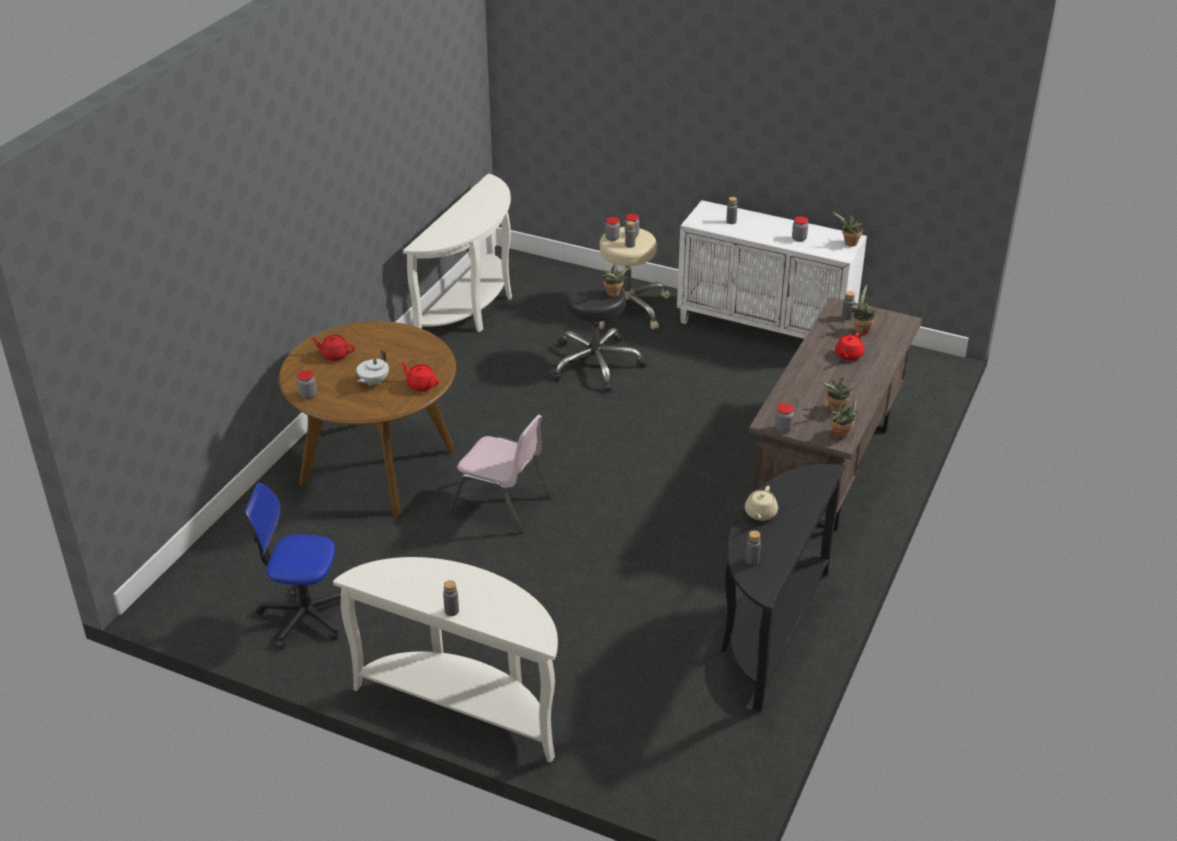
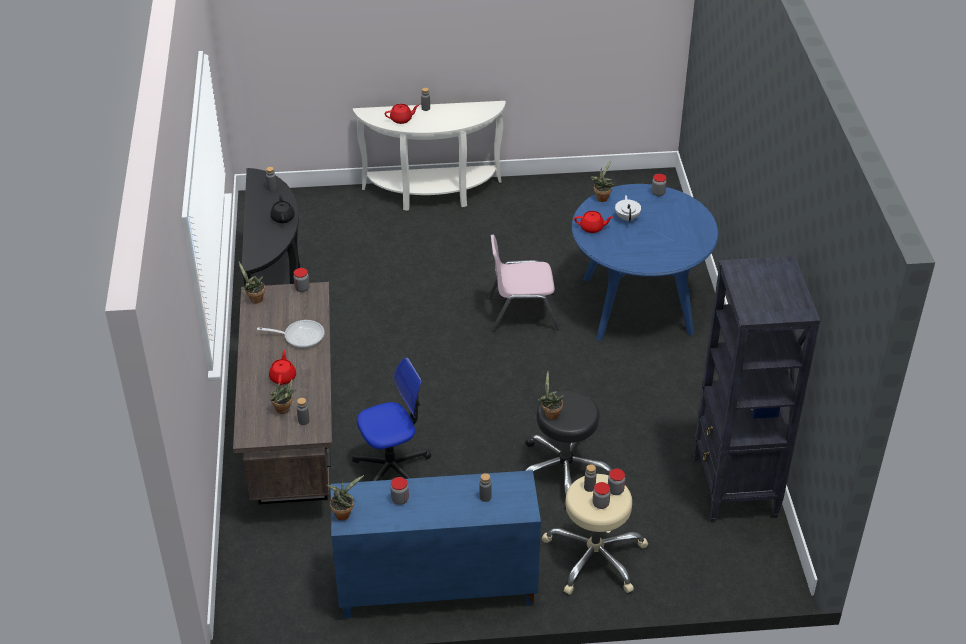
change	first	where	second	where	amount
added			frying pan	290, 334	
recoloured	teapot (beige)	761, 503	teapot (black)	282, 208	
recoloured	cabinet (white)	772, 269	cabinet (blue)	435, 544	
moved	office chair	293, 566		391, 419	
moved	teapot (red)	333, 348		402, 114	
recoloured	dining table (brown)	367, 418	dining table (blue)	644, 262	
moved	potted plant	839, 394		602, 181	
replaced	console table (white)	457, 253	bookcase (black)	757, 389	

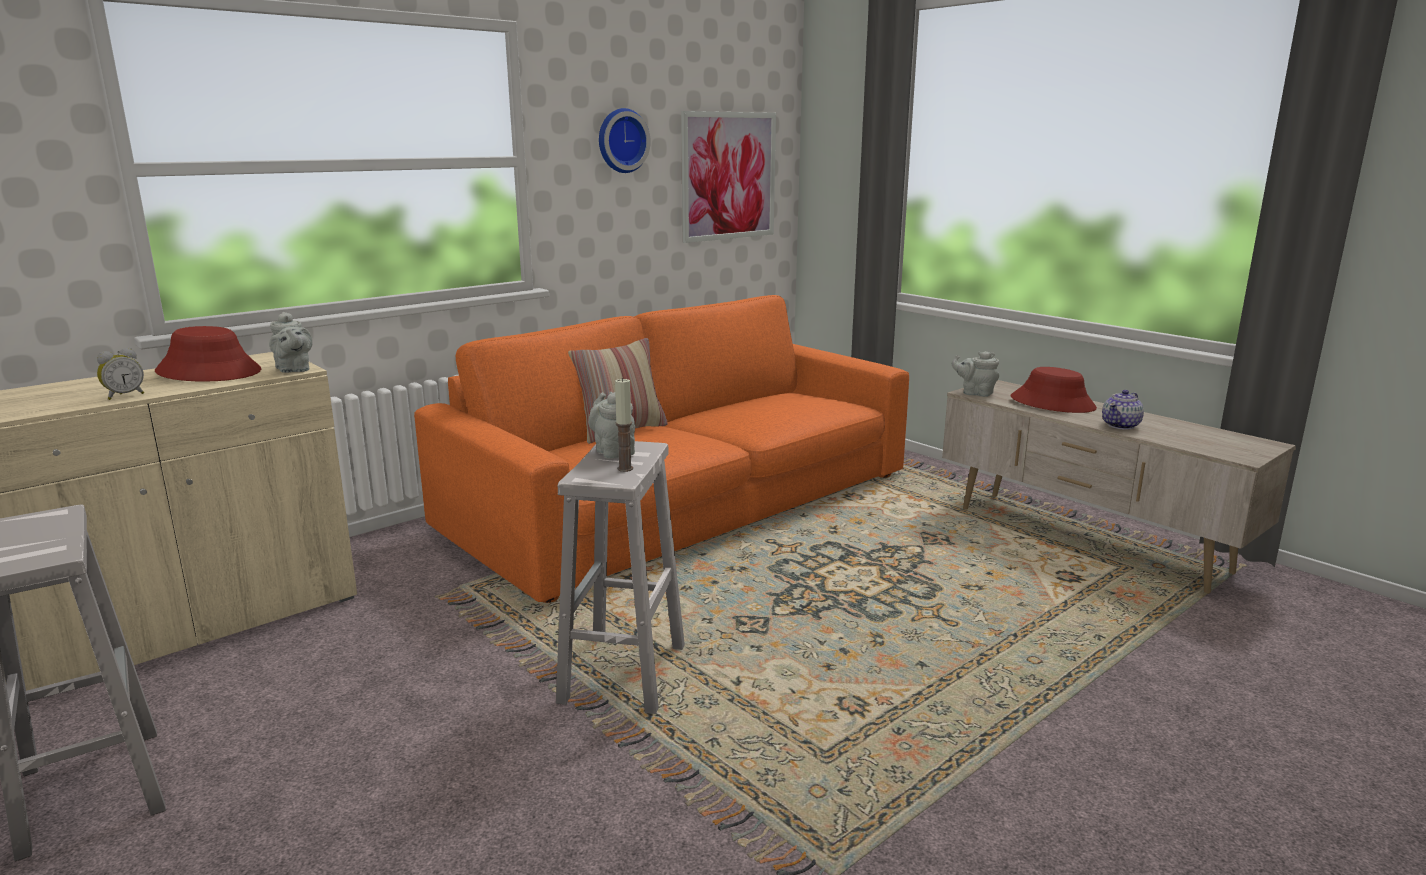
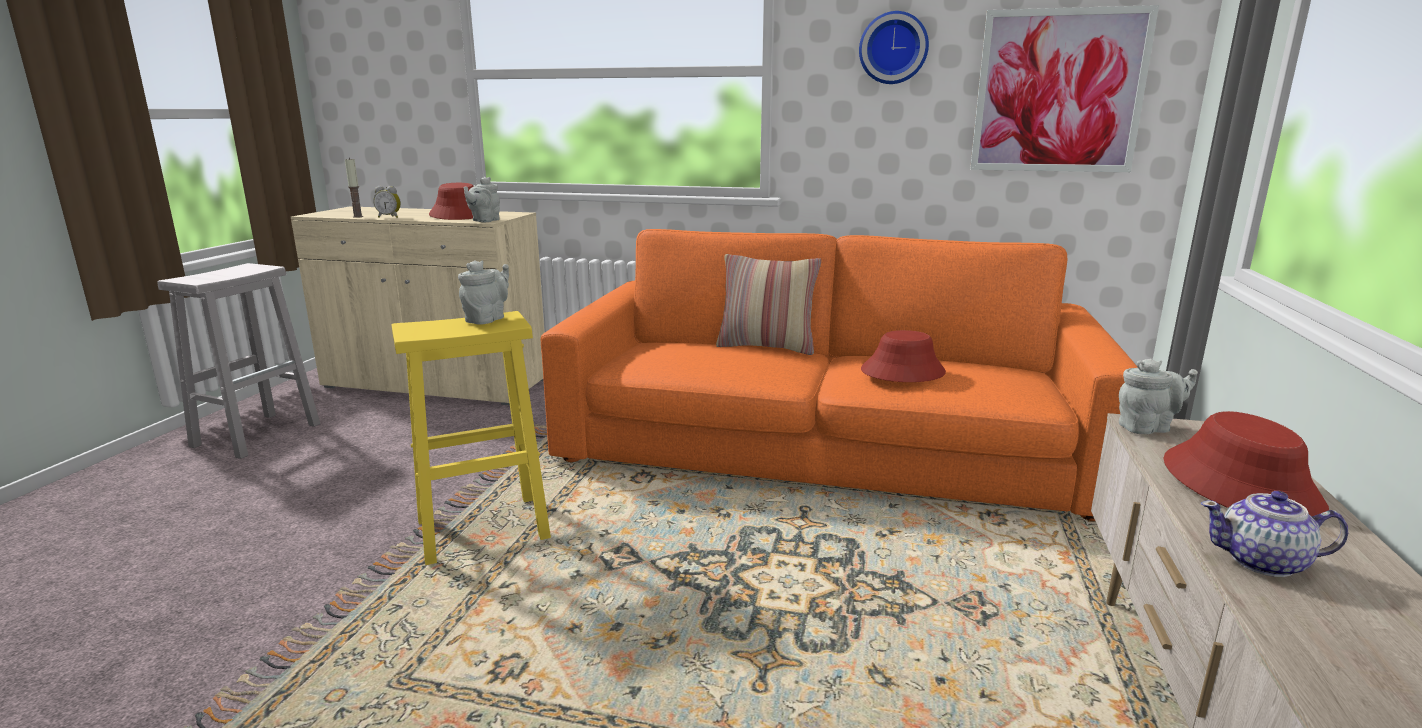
change	first	where	second	where	amount
moved	candle	624, 425		354, 187	
recoloured	stool (white)	620, 577	stool (yellow)	471, 438	
added			hat (red)	903, 356	
turned	teapot (grey)	975, 374		1158, 397	90 degrees clockwise

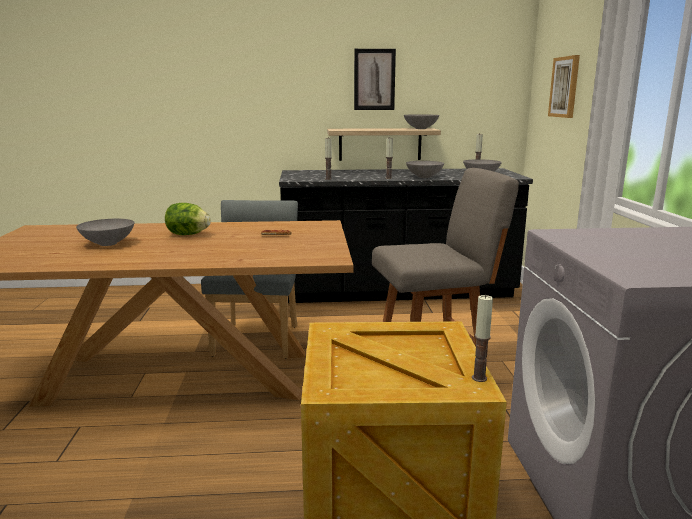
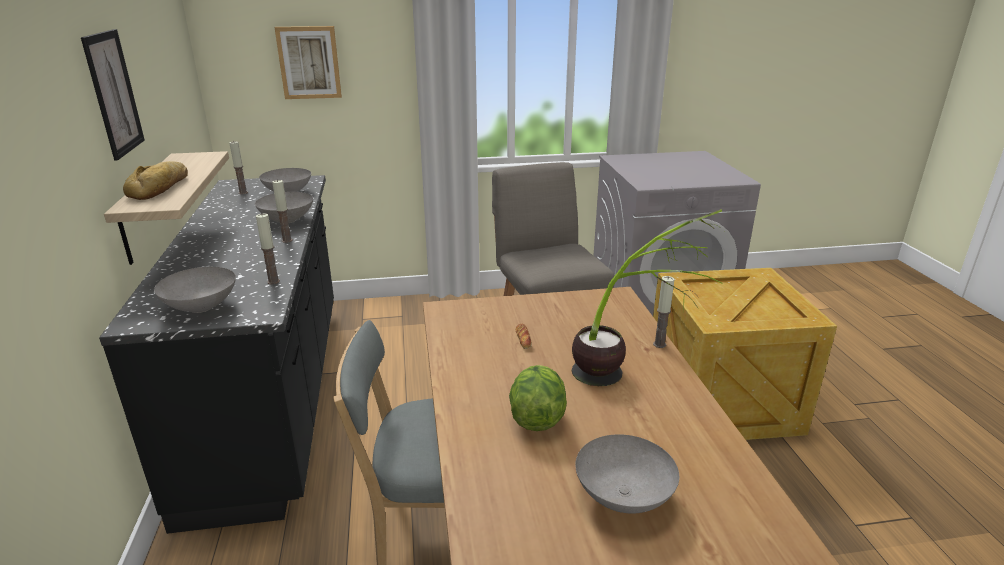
change	first	where	second	where	amount
added			bread	155, 180	
moved	bowl (grey)	421, 121		195, 290	
added			potted plant	648, 297	
moved	candle	482, 338		664, 312	

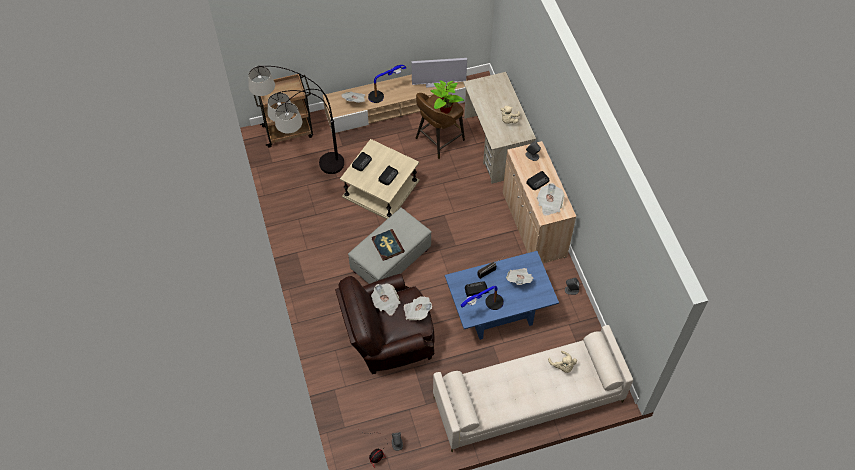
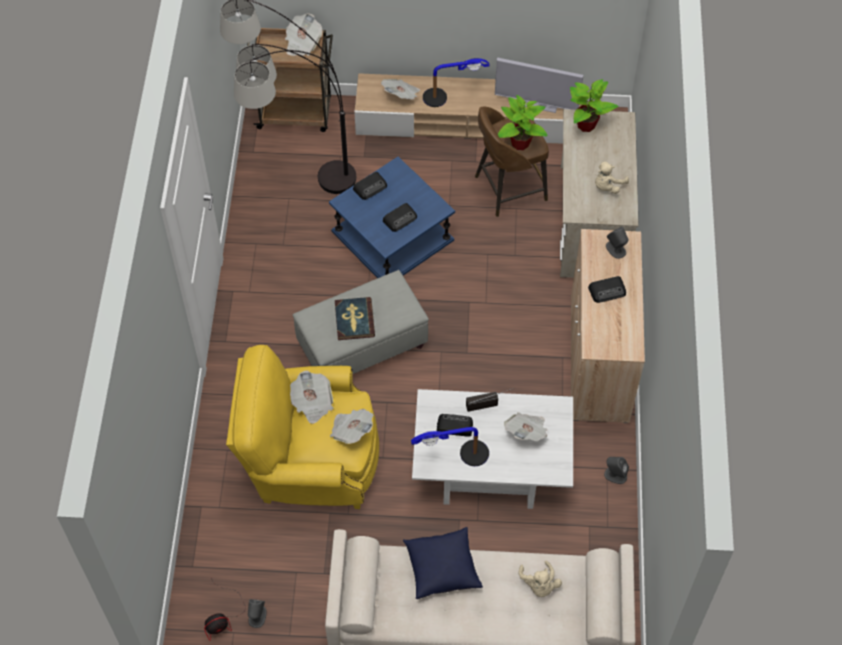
change	first	where	second	where	amount
recoloured	armchair (brown)	385, 324	armchair (yellow)	302, 427	
moved	newspaper	551, 199		304, 34	
recoloured	side table (beige)	379, 179	side table (blue)	392, 217	
added			pillow (blue)	443, 563	
recoloured	coffee table (blue)	502, 295	coffee table (white)	492, 449	
added			potted plant	594, 105	

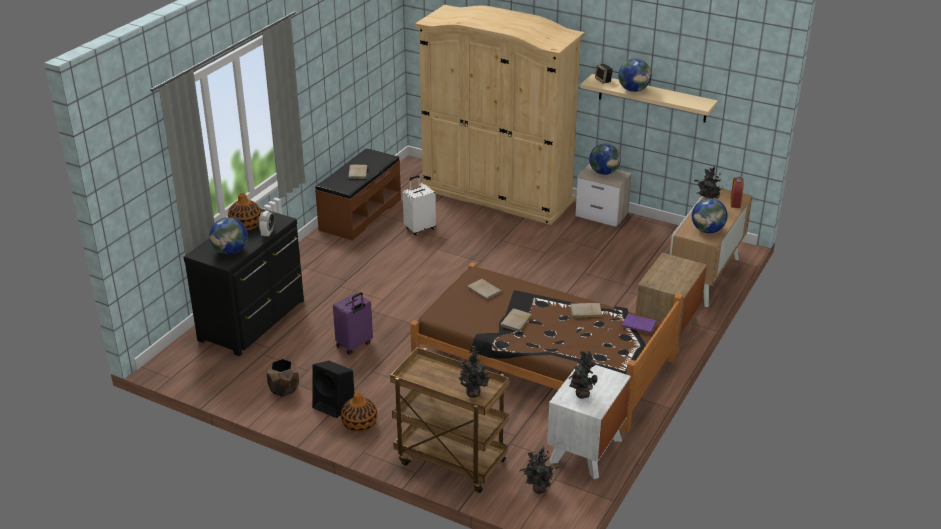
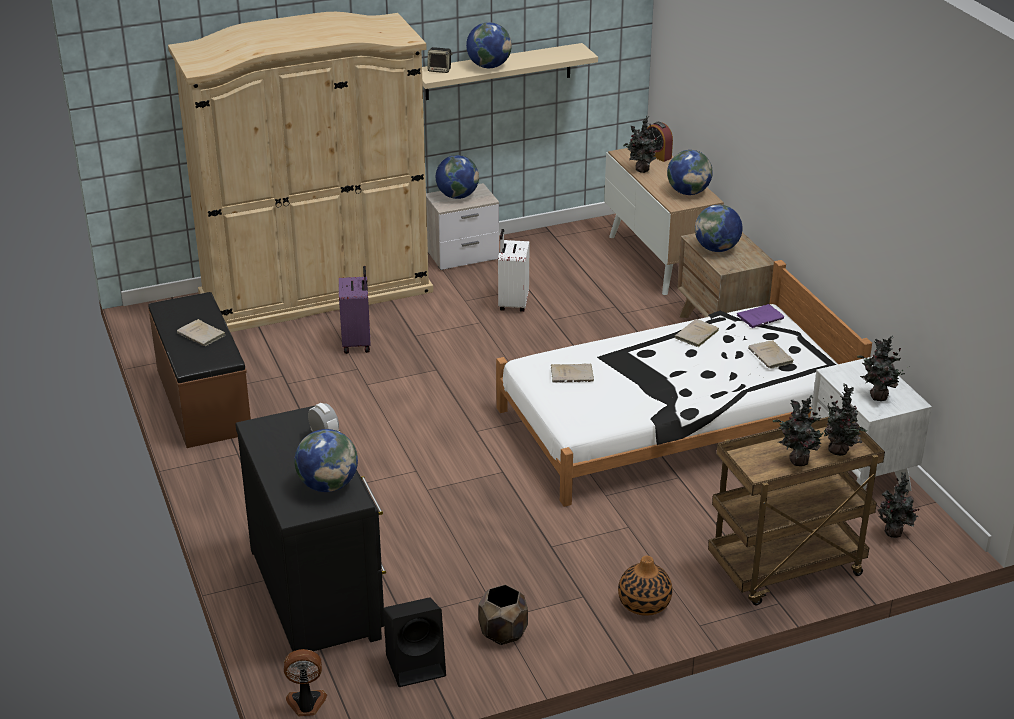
change	first	where	second	where	amount
added			fan	305, 682	
moved	suitcase (purple)	353, 323		355, 310	
moved	speaker (black)	333, 389		414, 642	
recoloured	bed (brown)	546, 347	bed (white)	684, 383	
moved	suitcase (white)	419, 205		513, 270	
added			globe	718, 228	
moved	book (beige)	516, 320		771, 354	
added			potted plant	801, 430	
removed	vase	244, 212			

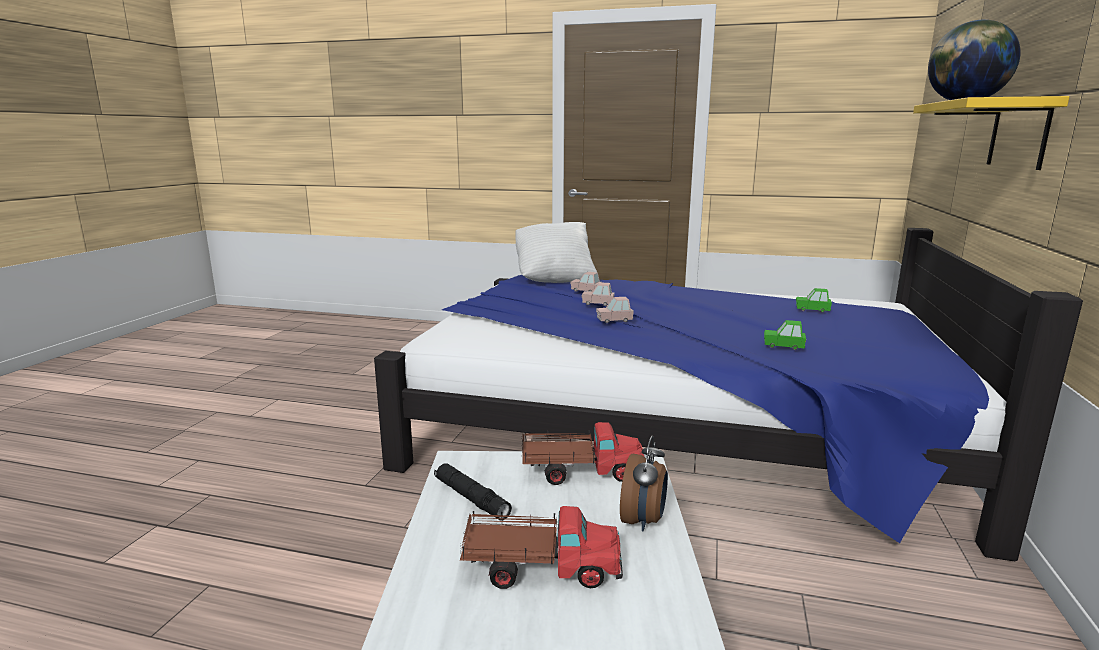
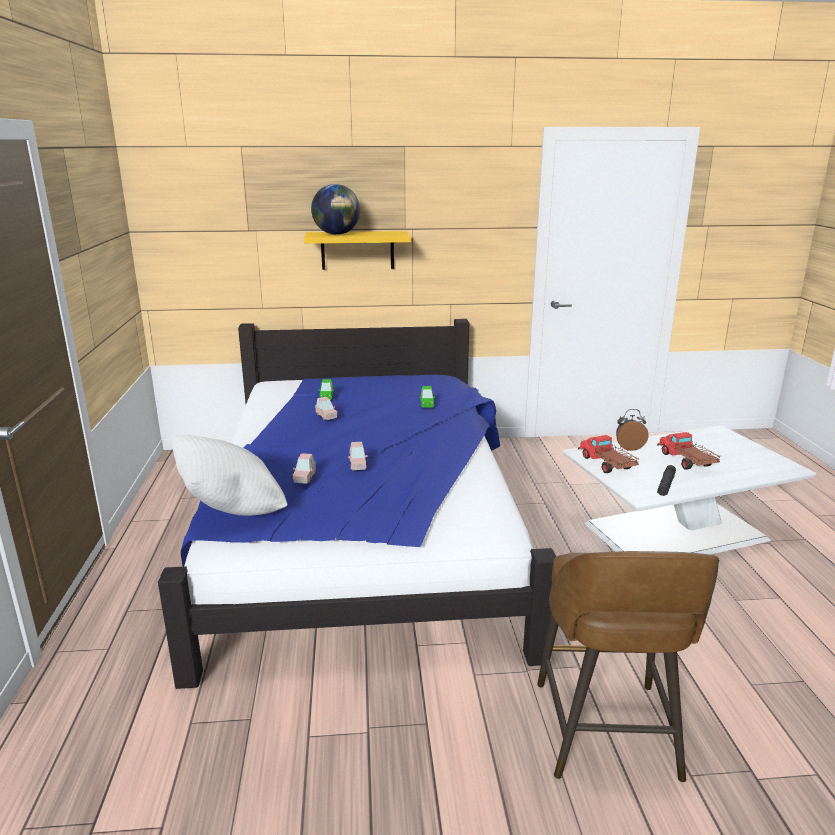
change	first	where	second	where	amount
moved	toy car (pink)	615, 310		326, 408	
added			stool (brown)	628, 666	

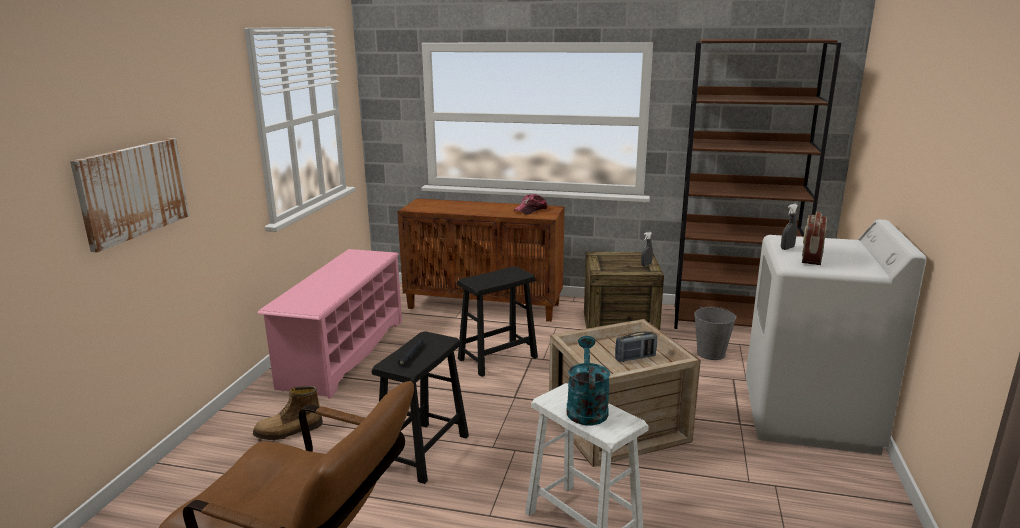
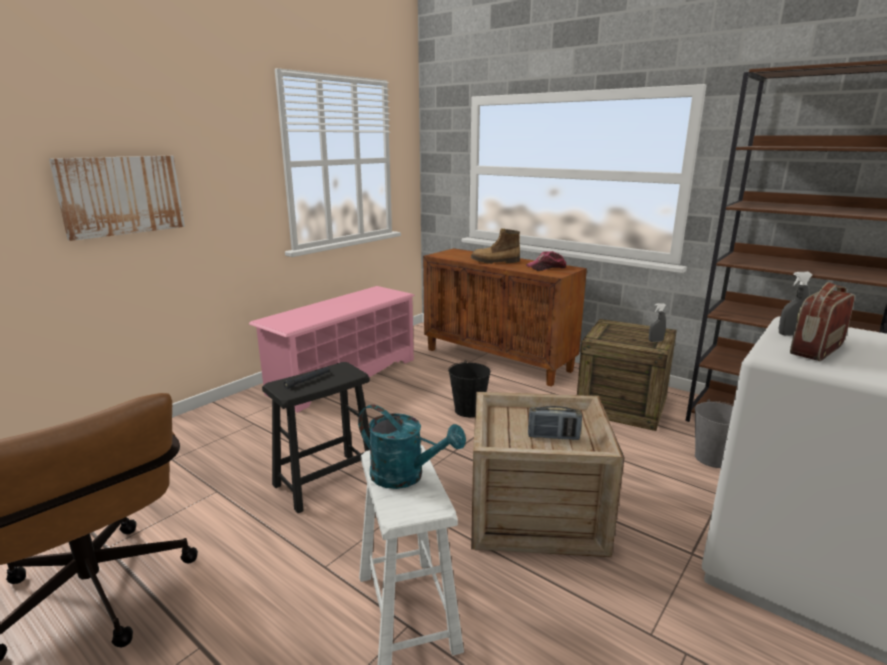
change	first	where	second	where	amount
turned	watering can (turquoise)	588, 381		412, 446	90 degrees clockwise
replaced	stool (black)	497, 321	bucket (black)	469, 389	
moved	boot	288, 413		495, 246	

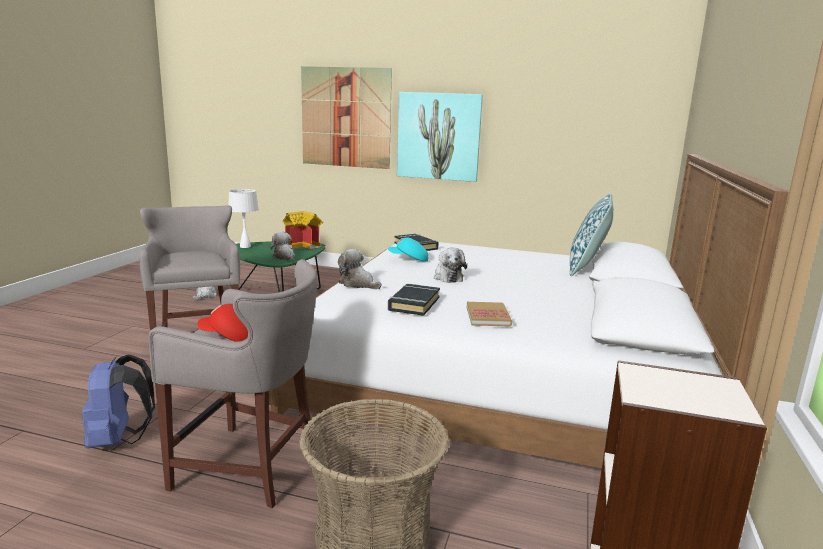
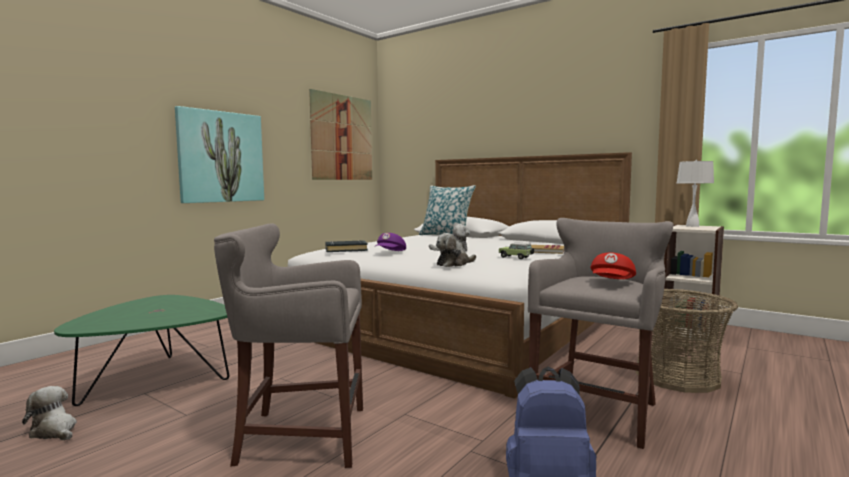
change	first	where	second	where	amount
moved	picture	346, 117		340, 134	
recoloured	cap (turquoise)	408, 250	cap (purple)	391, 242	
replaced	book (black)	414, 300	toy car	516, 250	
moved	table lamp (white)	243, 218		695, 193	
removed	plush toy	282, 246			
removed	toy house	302, 230			

